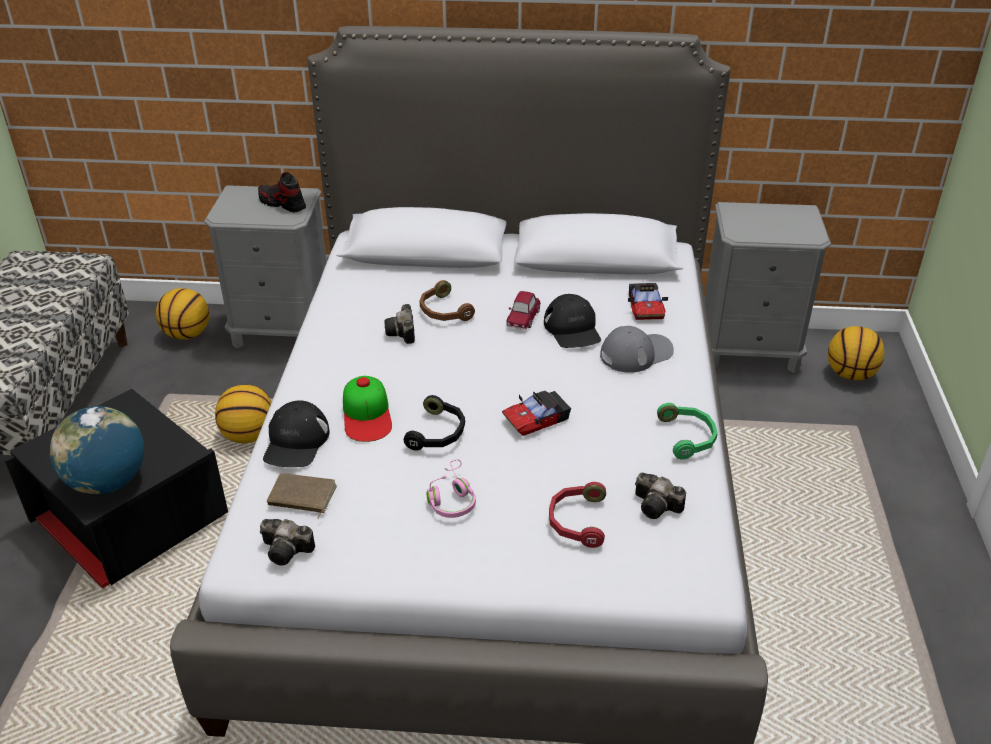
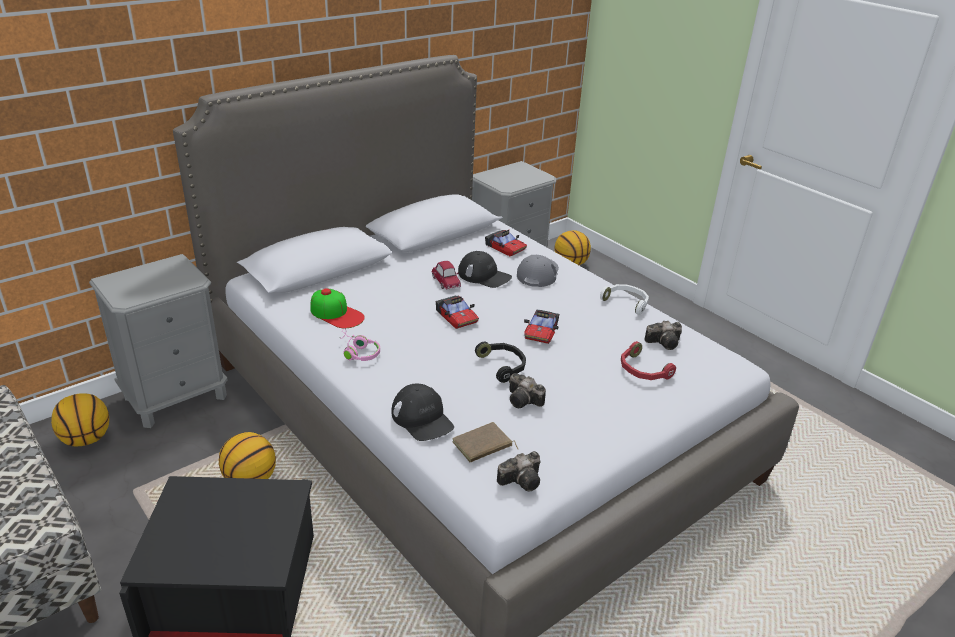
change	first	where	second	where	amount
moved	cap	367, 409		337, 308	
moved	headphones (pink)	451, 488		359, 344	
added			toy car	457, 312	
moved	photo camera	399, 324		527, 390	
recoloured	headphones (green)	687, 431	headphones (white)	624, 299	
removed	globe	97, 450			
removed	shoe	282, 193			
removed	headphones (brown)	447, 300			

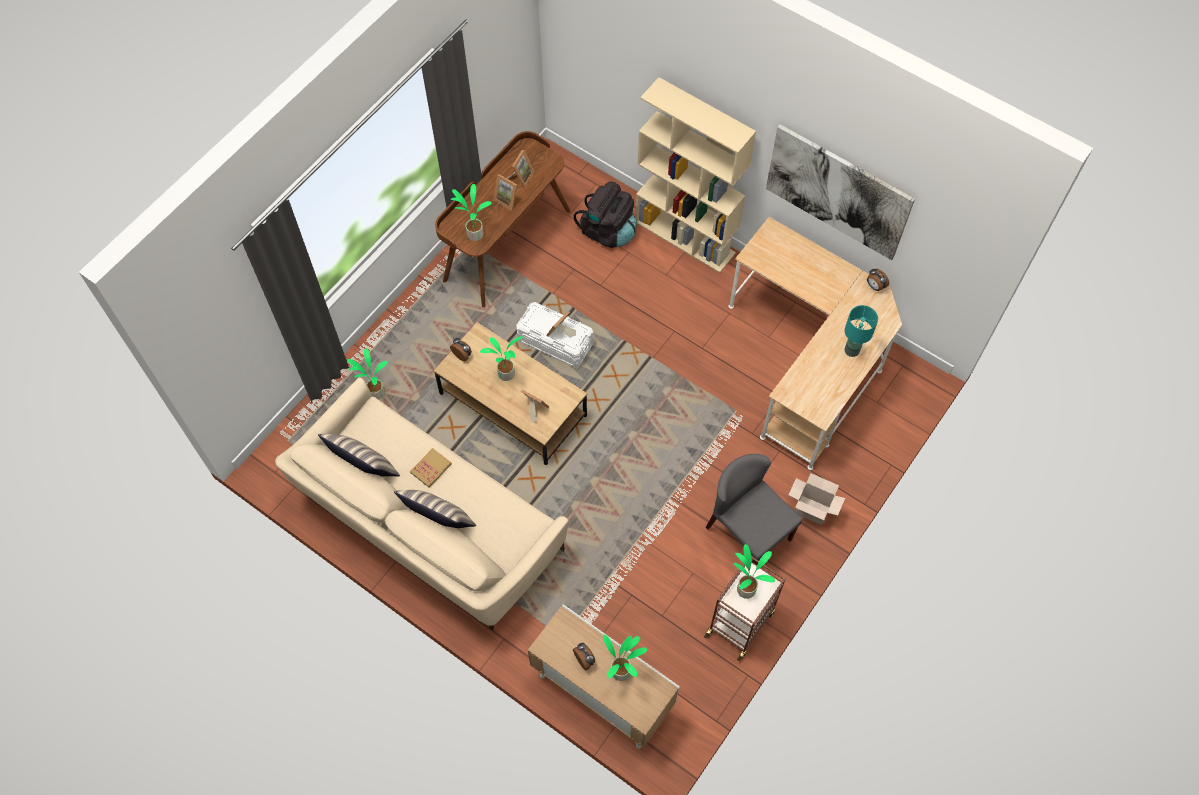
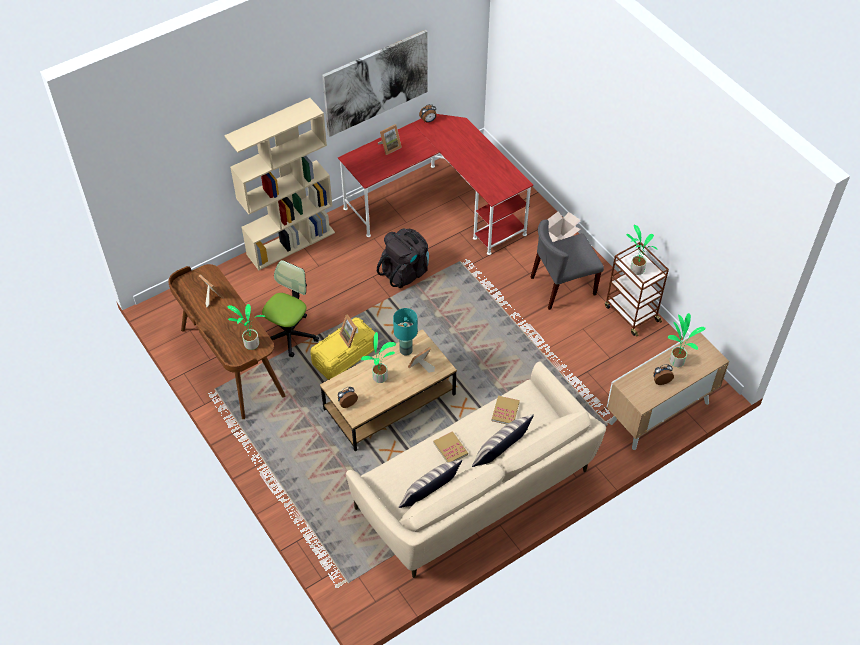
change	first	where	second	where	amount
added			office chair	290, 308	
recoloured	storage box (white)	554, 335	storage box (yellow)	342, 349	
recoloured	desk (beige)	815, 343	desk (red)	435, 184	
moved	backpack (black)	605, 214		403, 258	
moved	picture frame	505, 192		390, 139	
moved	table lamp (turquoise)	861, 331		405, 332	
added			book	506, 410	
removed	potted plant	367, 374			

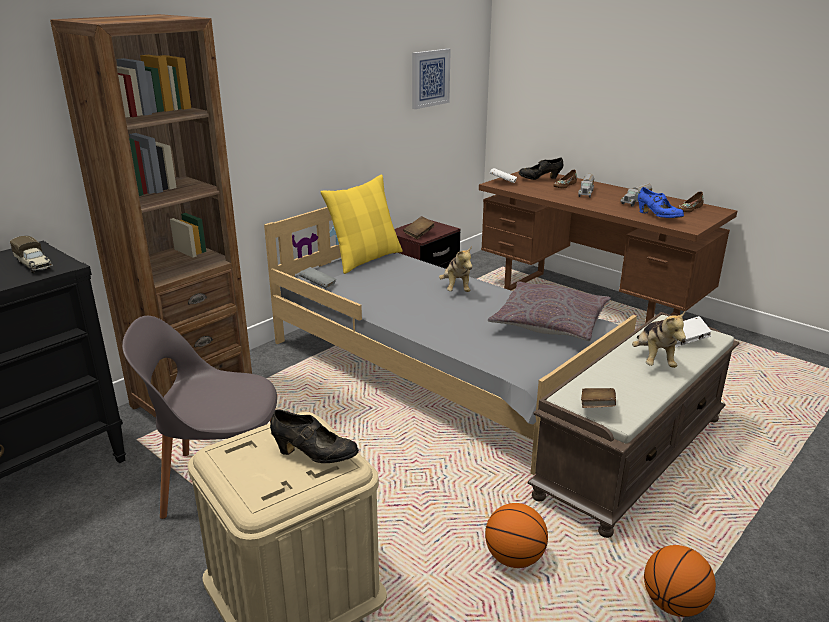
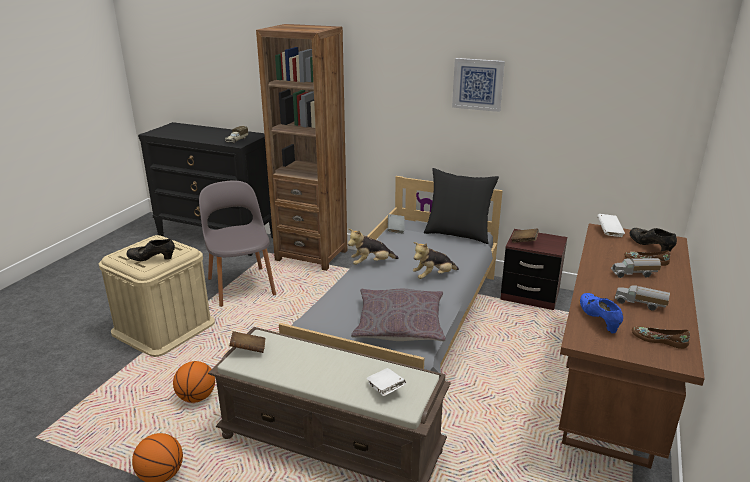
change	first	where	second	where	amount
turned	shoe (black)	314, 436		150, 250	90 degrees clockwise
moved	plush toy	659, 339		373, 247	
recoloured	pillow (yellow)	361, 224	pillow (black)	461, 206	
moved	picture	431, 79		478, 85	
turned	shoe (blue)	661, 202		601, 313	135 degrees clockwise

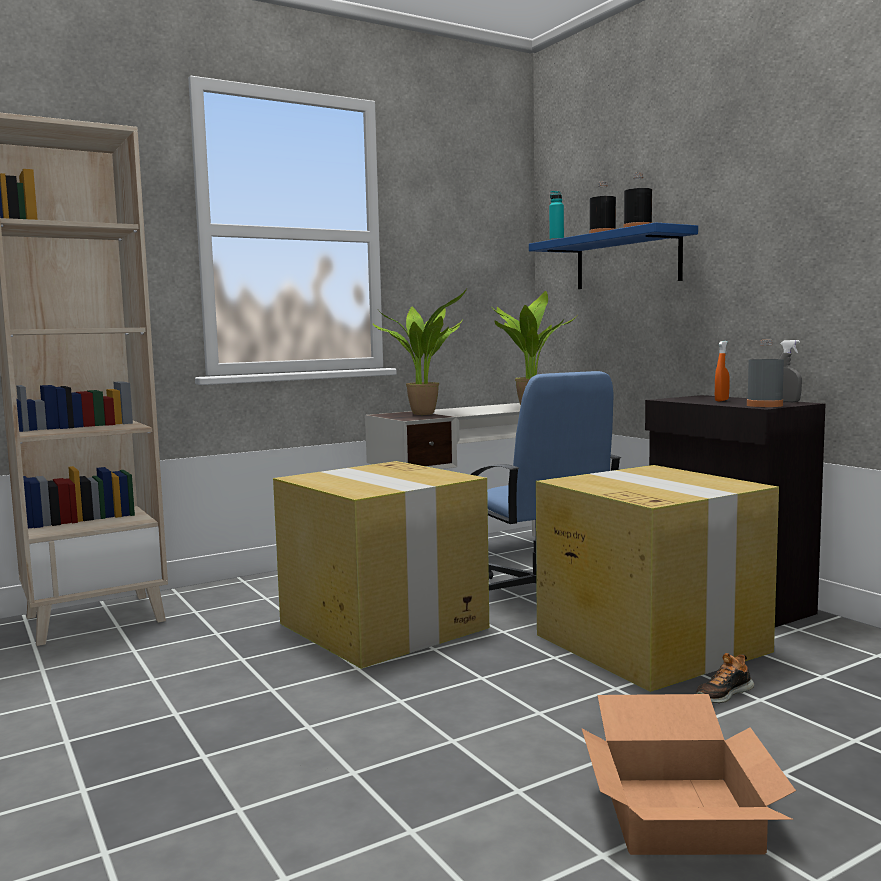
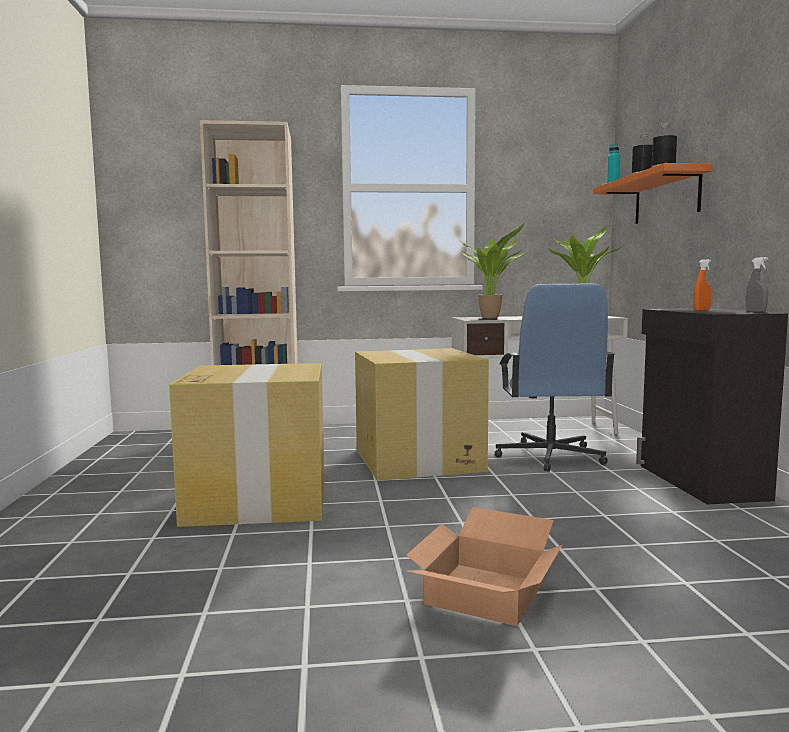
change	first	where	second	where	amount
moved	cardboard box	657, 578		246, 445	
recoloured	shelf (blue)	613, 255	shelf (orange)	653, 193	
removed	shoe	725, 678			
removed	bottle (grey)	765, 373			

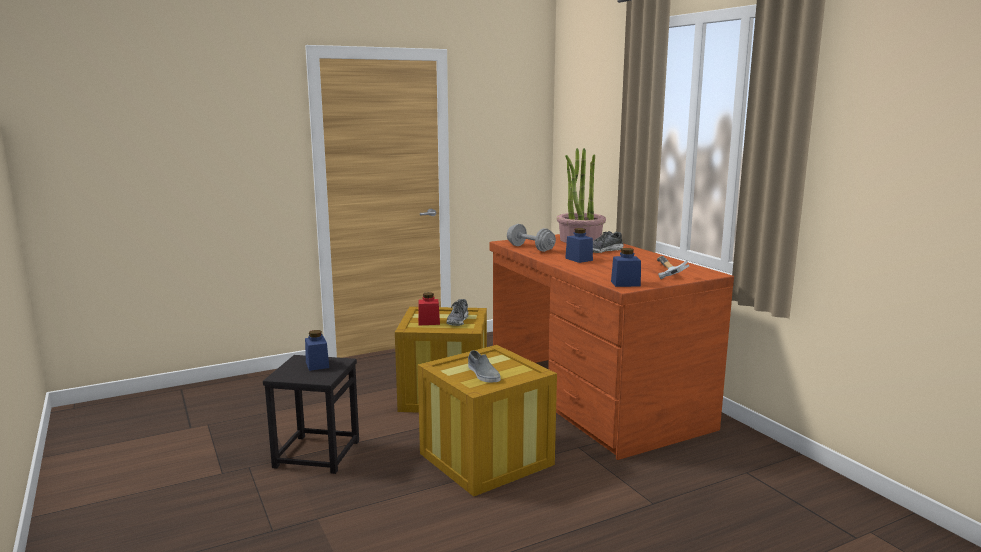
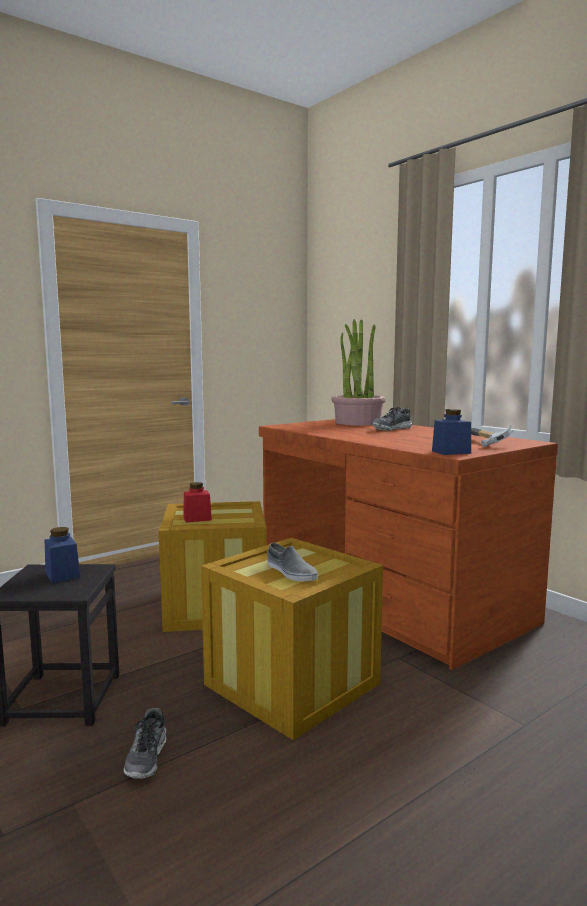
change	first	where	second	where	amount
moved	shoe	458, 312		145, 743	
removed	dumbbell (grey)	531, 238			
removed	jar (blue)	579, 245			

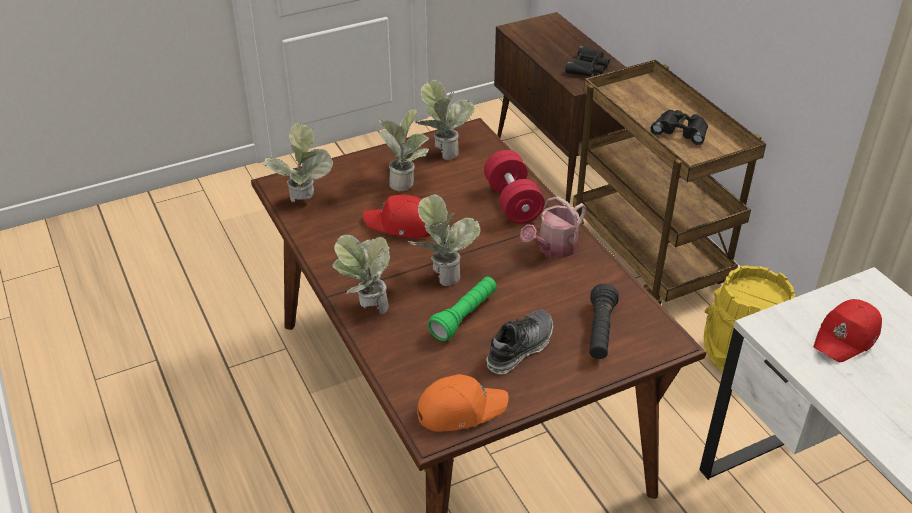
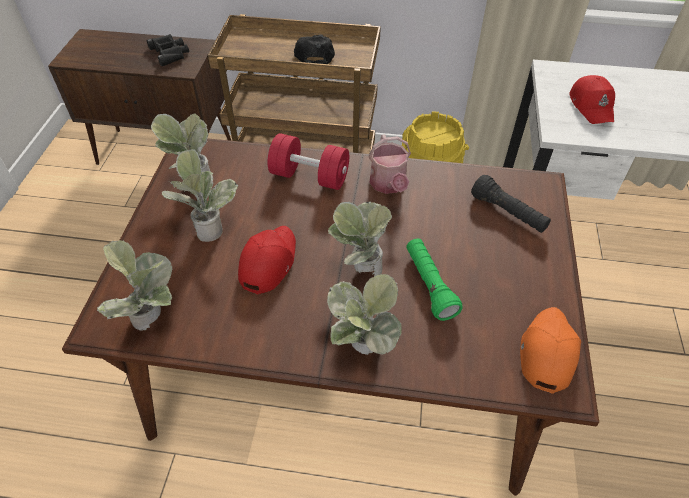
change	first	where	second	where	amount
turned	cap (red)	396, 216		267, 260	150 degrees clockwise
replaced	binoculars (black)	679, 127	cap (black)	314, 49	
removed	shoe	519, 341			

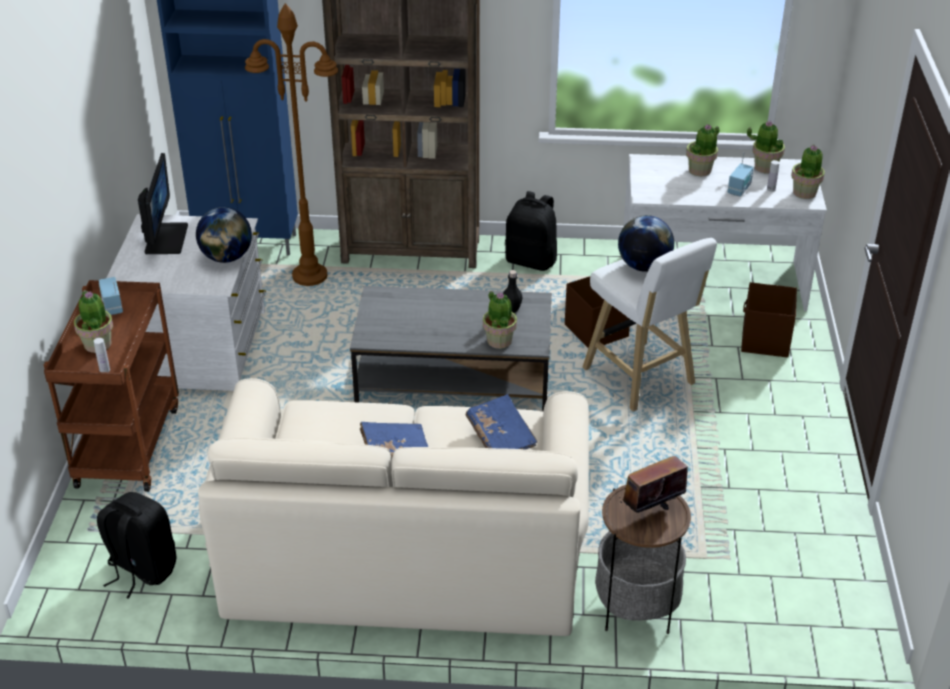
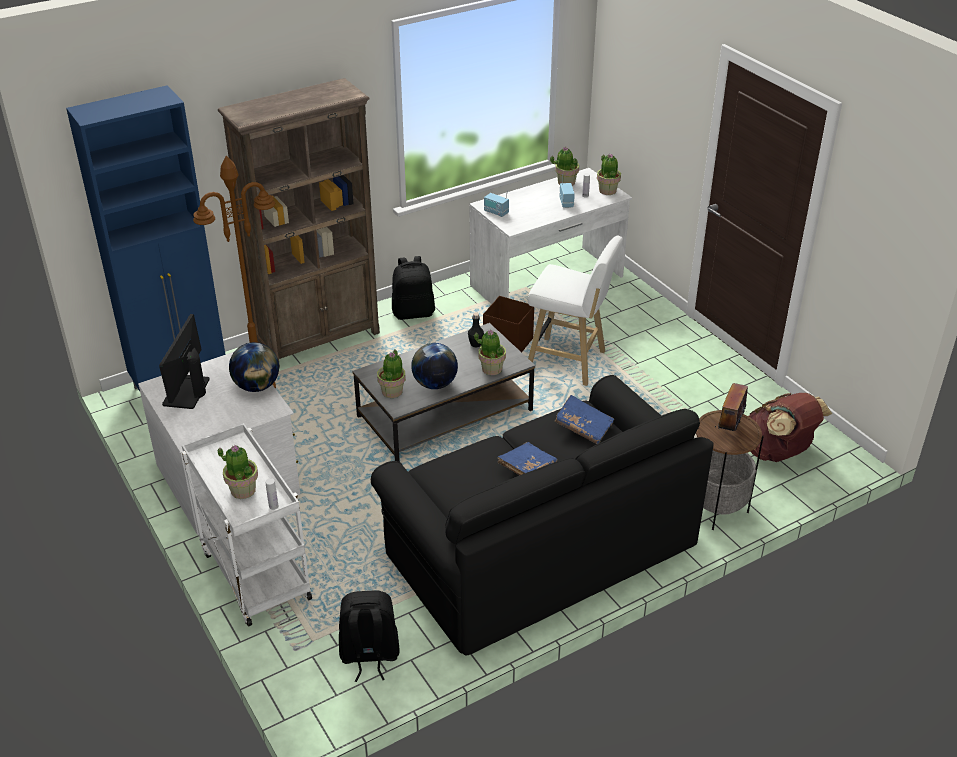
change	first	where	second	where	amount
turned	monitor	163, 203		184, 361	135 degrees counterclockwise
recoloured	cart (brown)	111, 386	cart (white)	247, 524	
recoloured	sofa (beige)	393, 507	sofa (black)	542, 515	
moved	potted plant	702, 150		391, 374	
moved	globe	646, 243		434, 366	
moved	radio	111, 296		496, 203	
added			backpack (brown)	790, 427	
removed	storage box (brown)	769, 319			

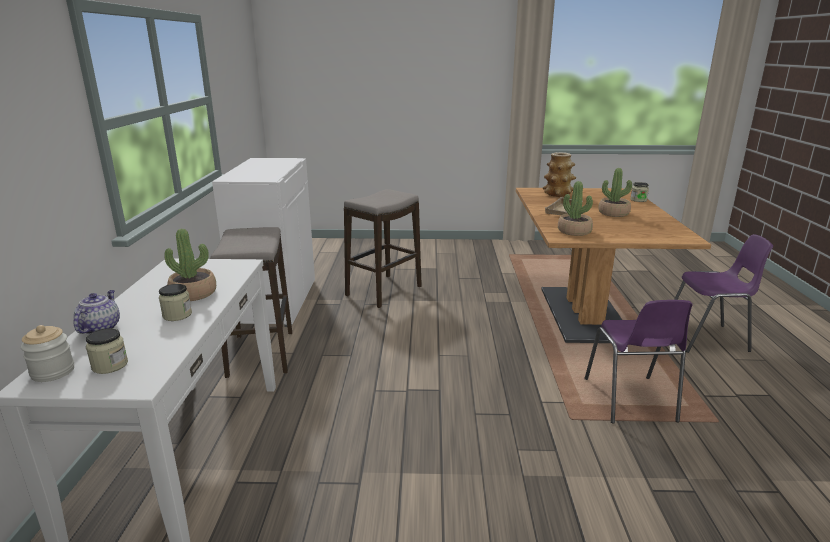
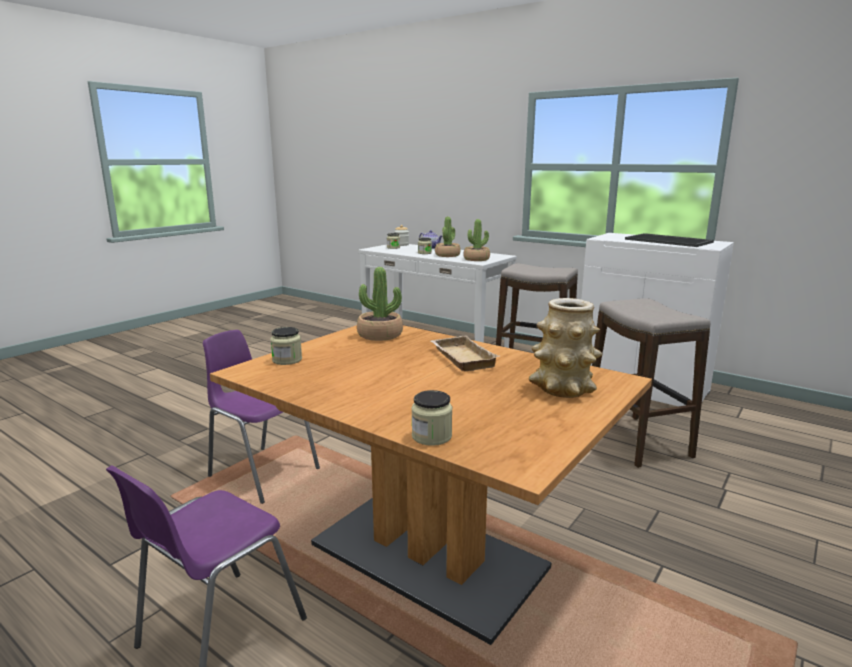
change	first	where	second	where	amount
added			jar	286, 346	
moved	potted plant	615, 192		476, 240	
added			tray	669, 240	

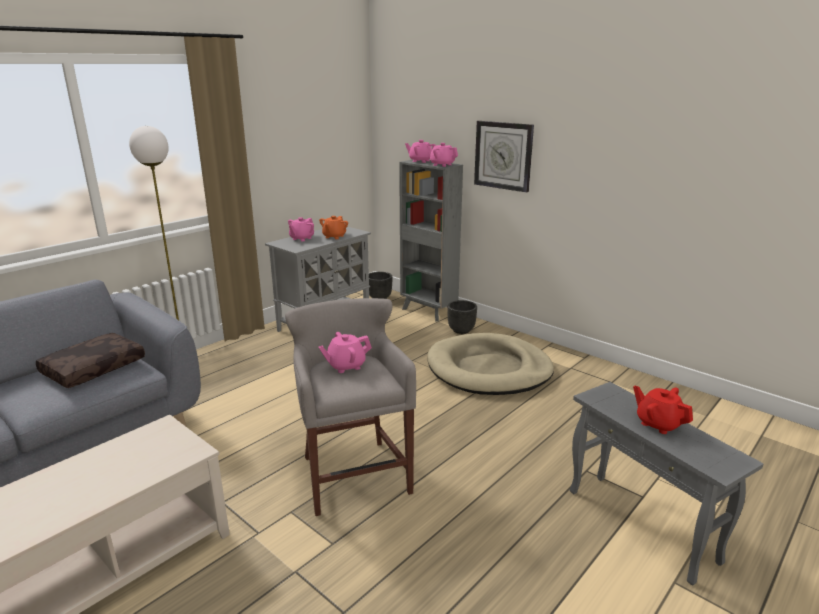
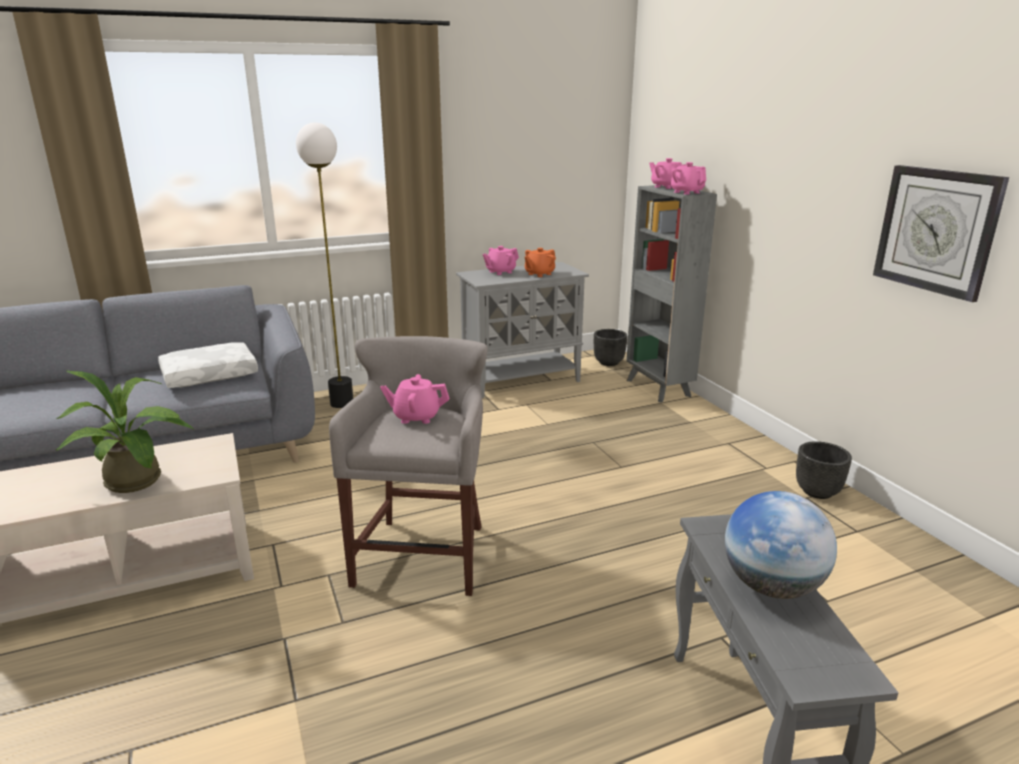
change	first	where	second	where	amount
added			potted plant	125, 431	
recoloured	pillow (brown)	90, 360	pillow (white)	208, 365	
replaced	teapot (red)	663, 410	globe	781, 545	
moved	planter (black)	462, 317		824, 470	
moved	wall clock	504, 157		941, 233	
removed	dog bed (beige)	490, 364			

